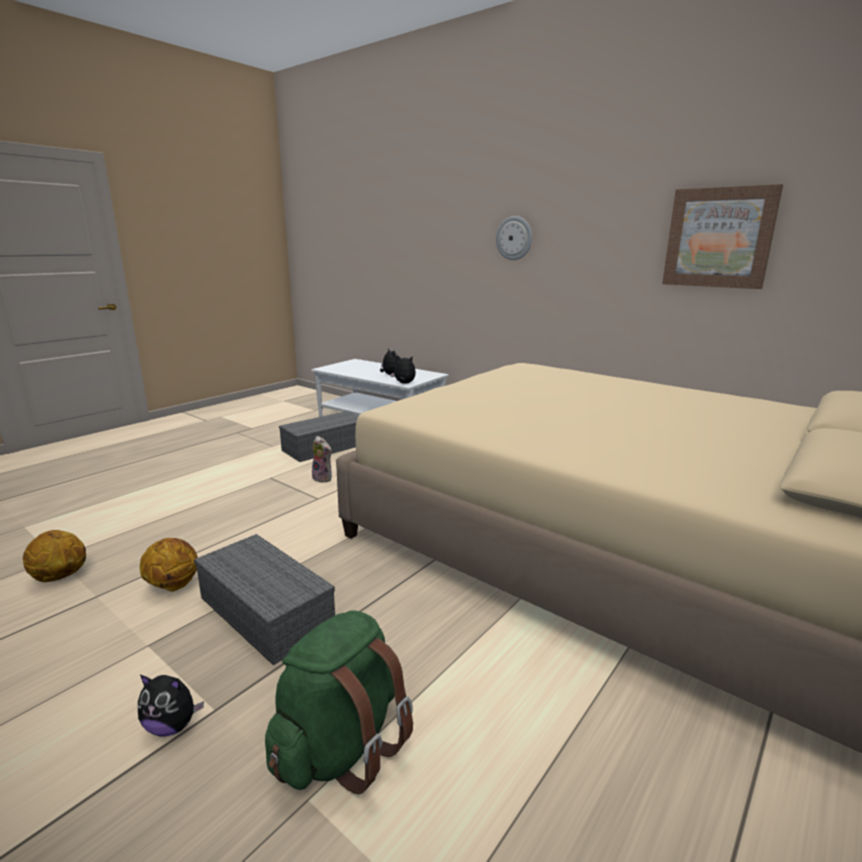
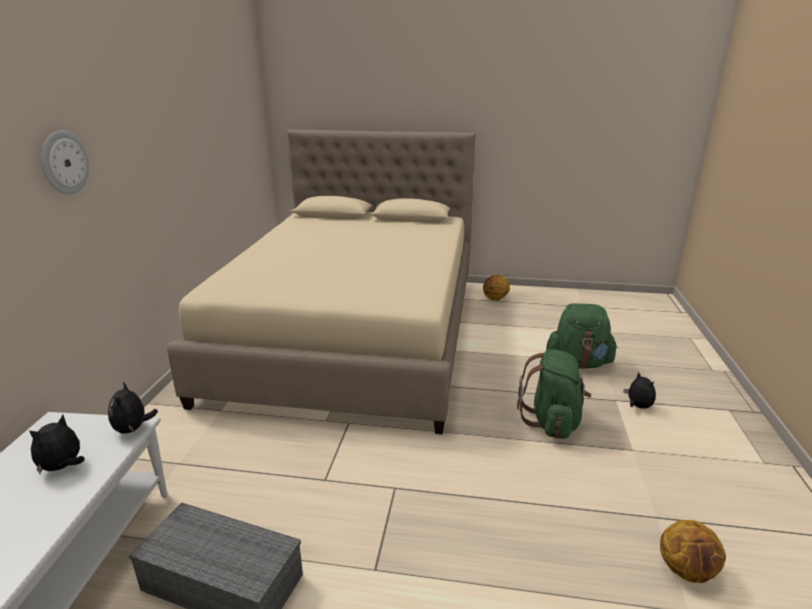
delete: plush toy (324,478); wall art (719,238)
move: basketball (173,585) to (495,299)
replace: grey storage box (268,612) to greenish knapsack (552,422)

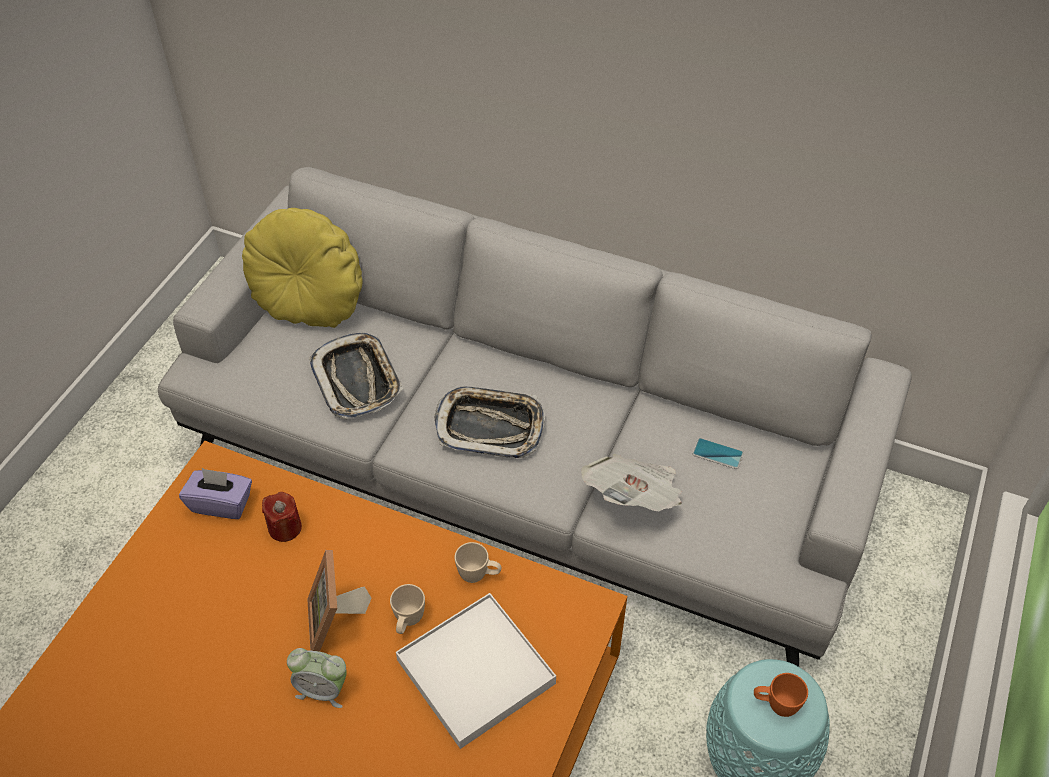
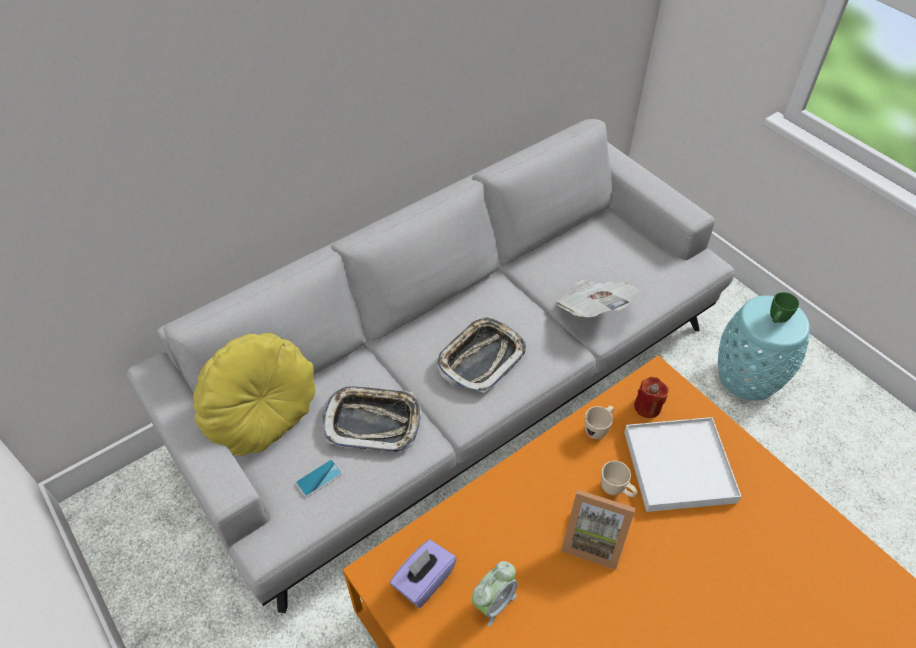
move: red-coloured wax candle (285,528) to (647,407); bedside clock (323,690) to (493,602); phone (717,454) to (319,478)
recolor: orangey tea mug (775,705) to greenish tea mug (776,320)

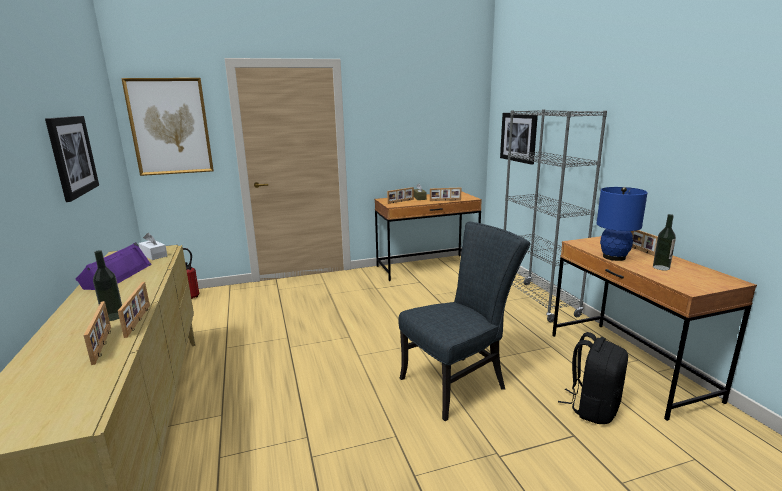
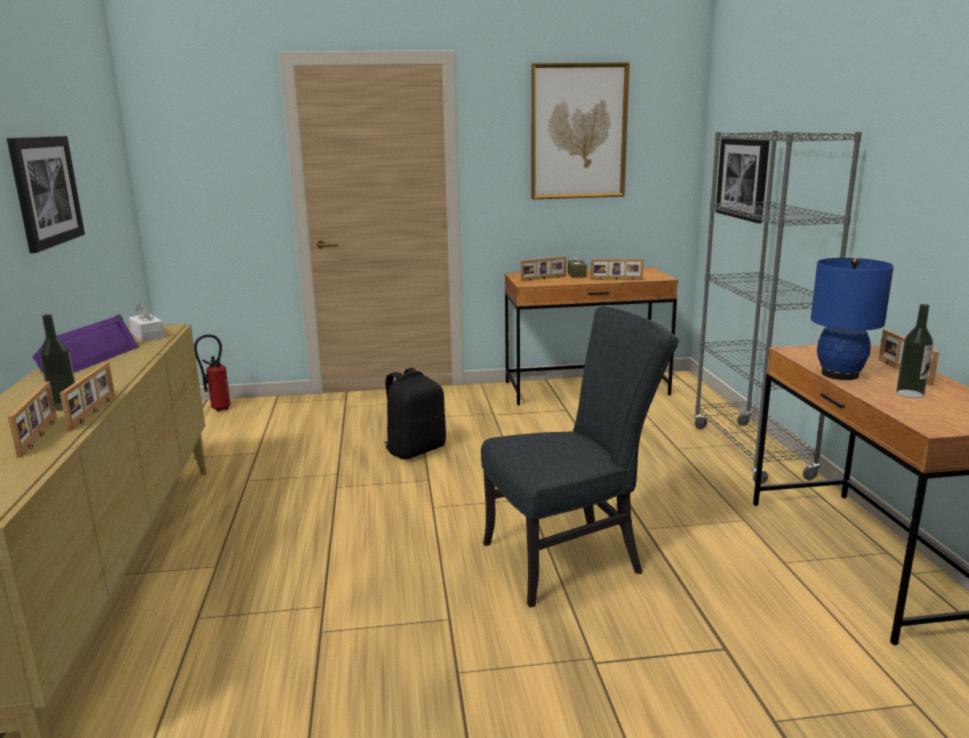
move: wall art (170,127) to (578,132); blackish knapsack (592,408) to (415,450)

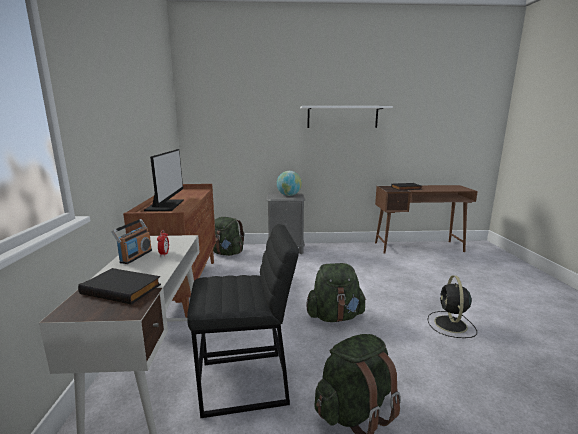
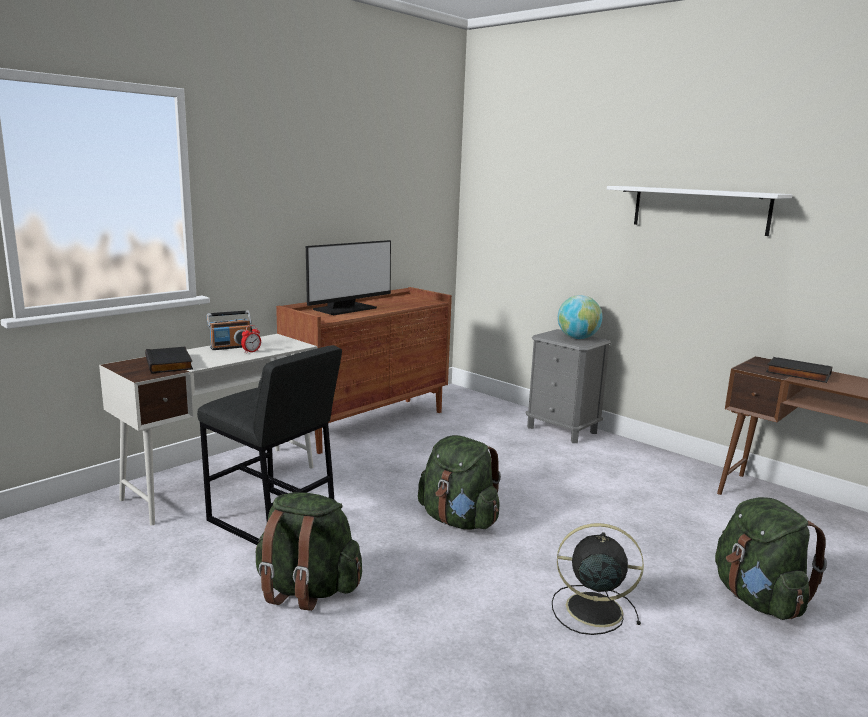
move: greenish knapsack (227,253) to (758,599)
rotate: blackish fan (451,325) = (591,609) 45 degrees clockwise

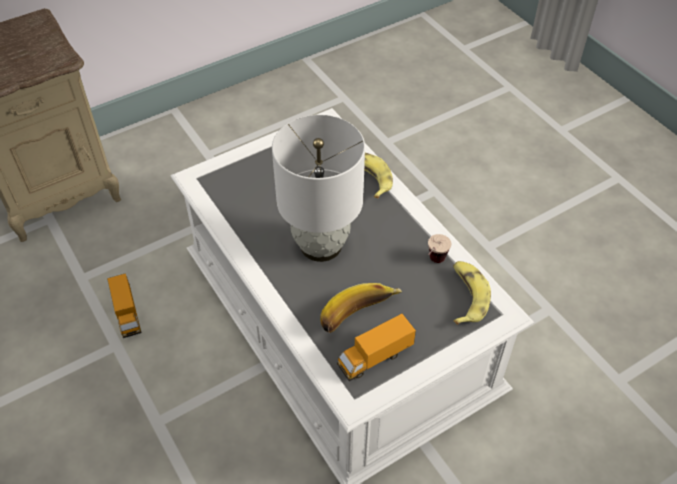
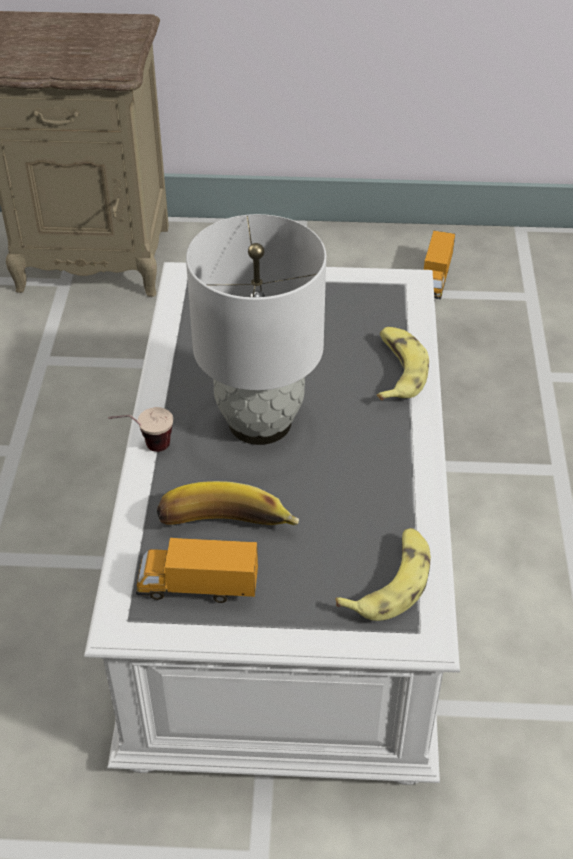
move: toy truck (127,314) to (435,279); drinking cup (433,264) to (144,448)

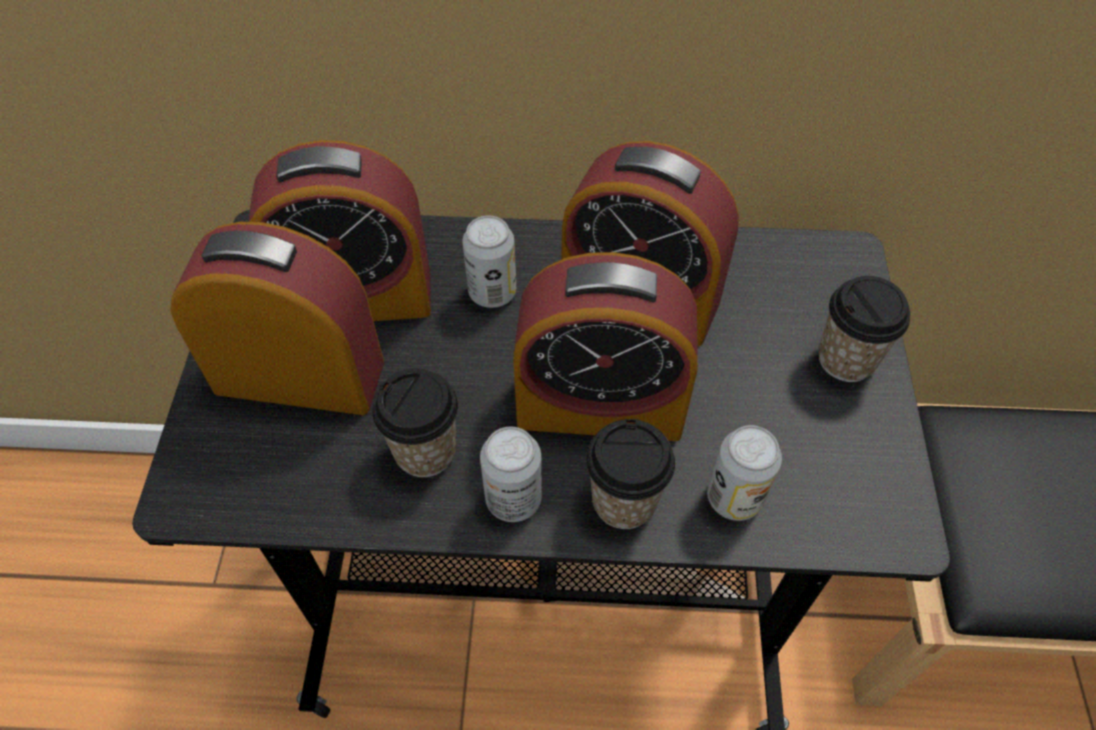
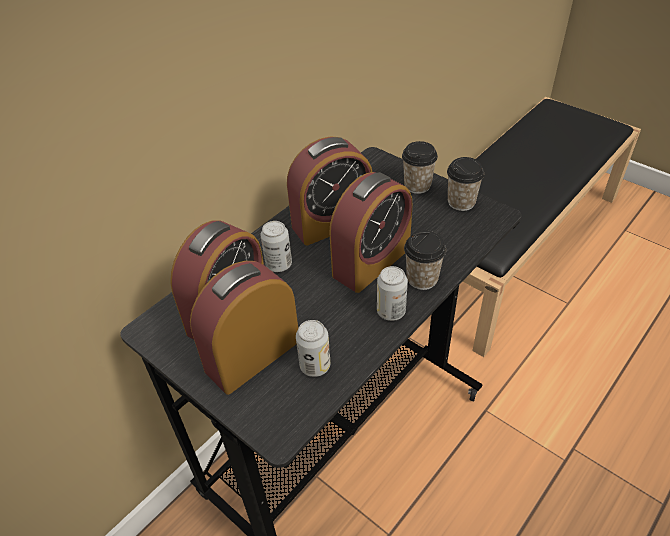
move: drinking cup (425,451) to (461,202); sealed can (734,498) to (315,366)

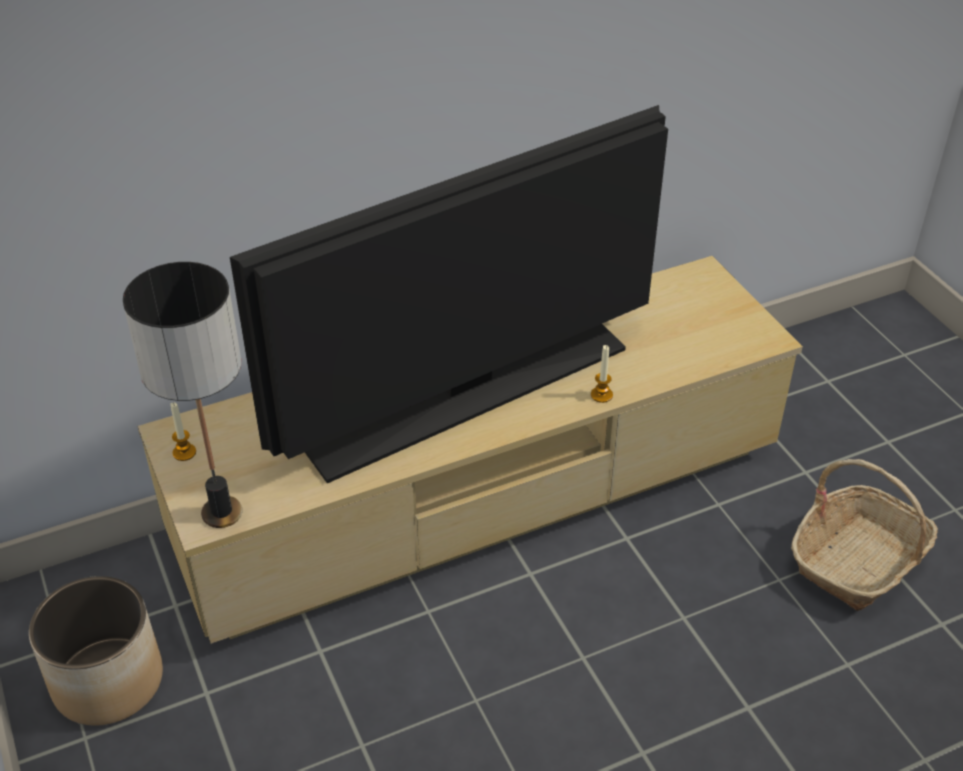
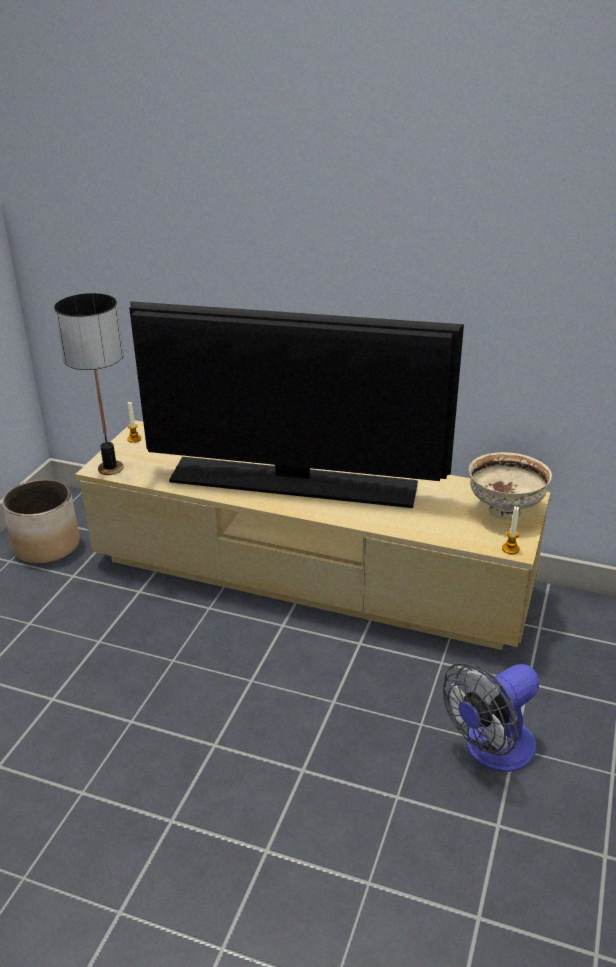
insert: beige-coloured serving bowl (504,510)
move: wax candle (601,395) to (510,549)
replace: household basket (858,560) to fan (491,751)

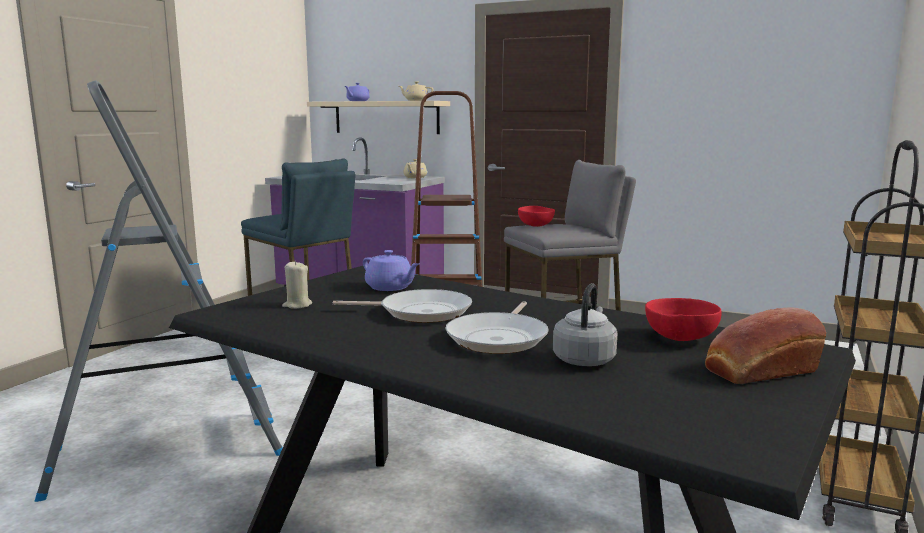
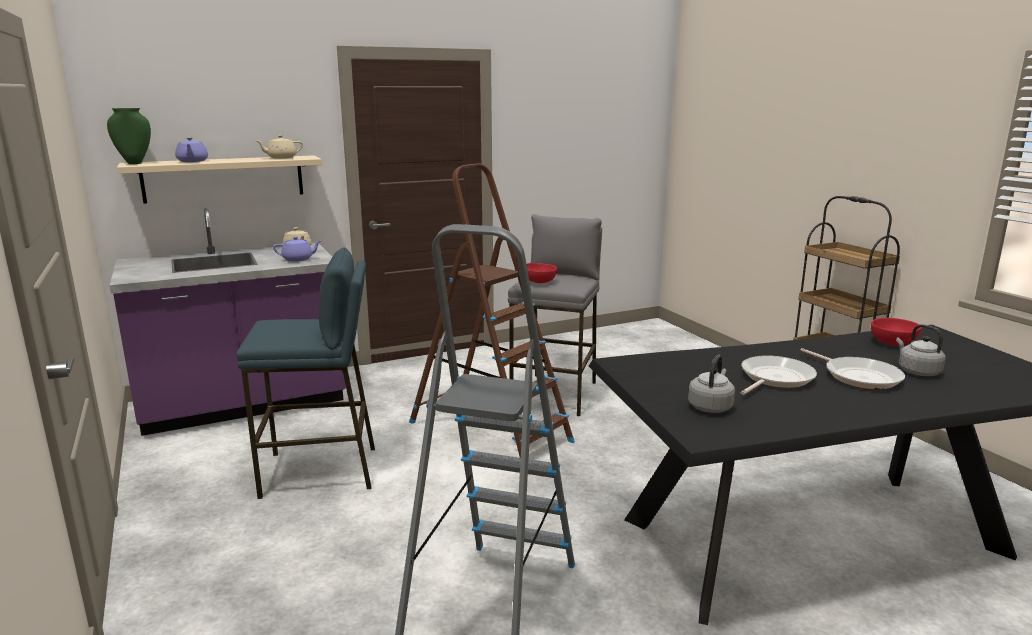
delete: bread (758,371)
insert: greenish decorative vase (135,163)
move: purple-coloured teapot (390,287) to (298,259)
replace: beige-coloured wax candle (297,305) to grey kettle (711,406)

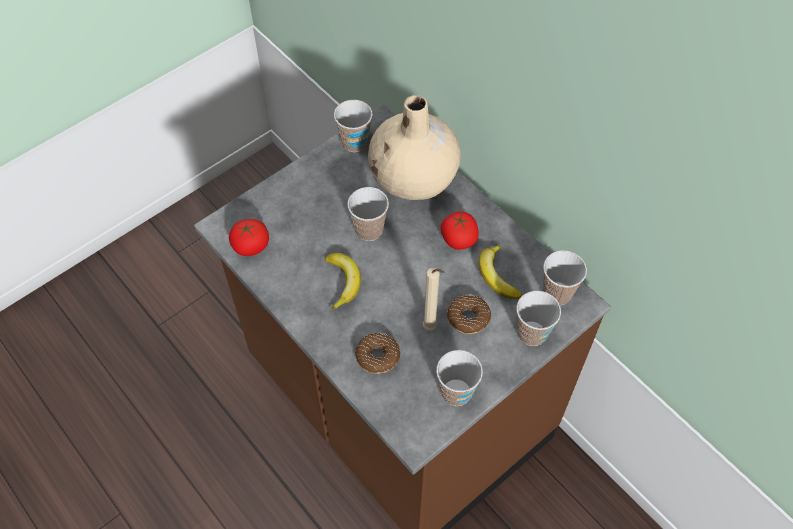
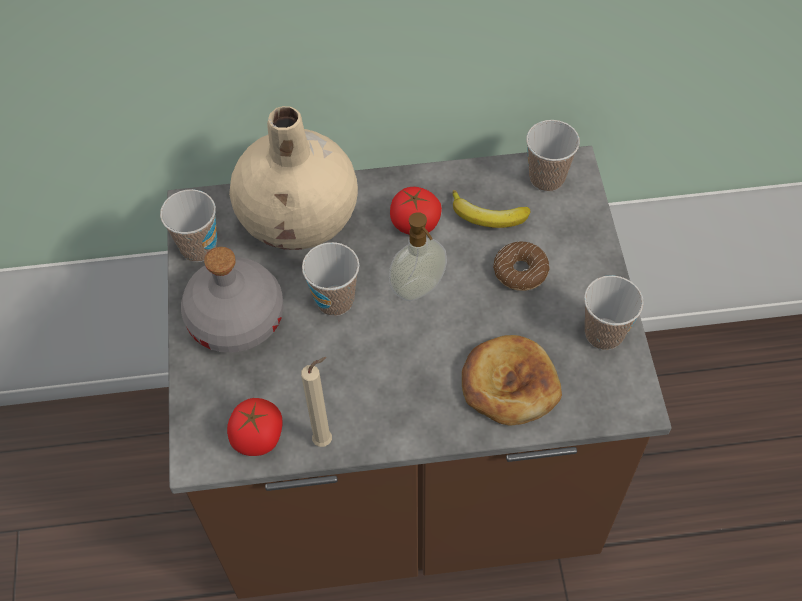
delete: banana (343,282); drinking cup (532,333)
insert: grey drink bottle (237,317); soap bottle (419,289)
move: beige-coloured wax candle (431,328) to (326,440)
replace: donut (378,356) to bread (509,384)

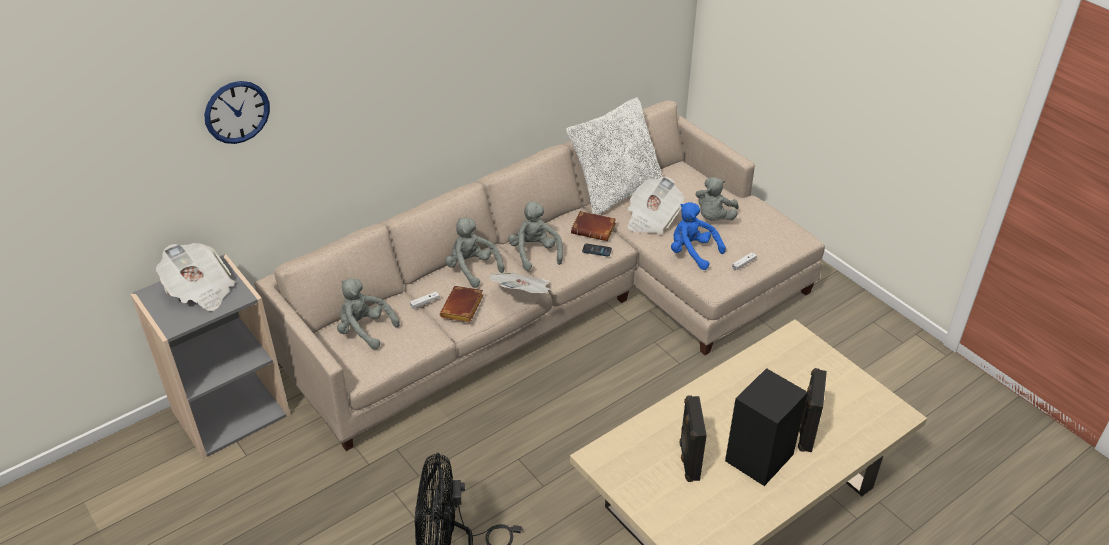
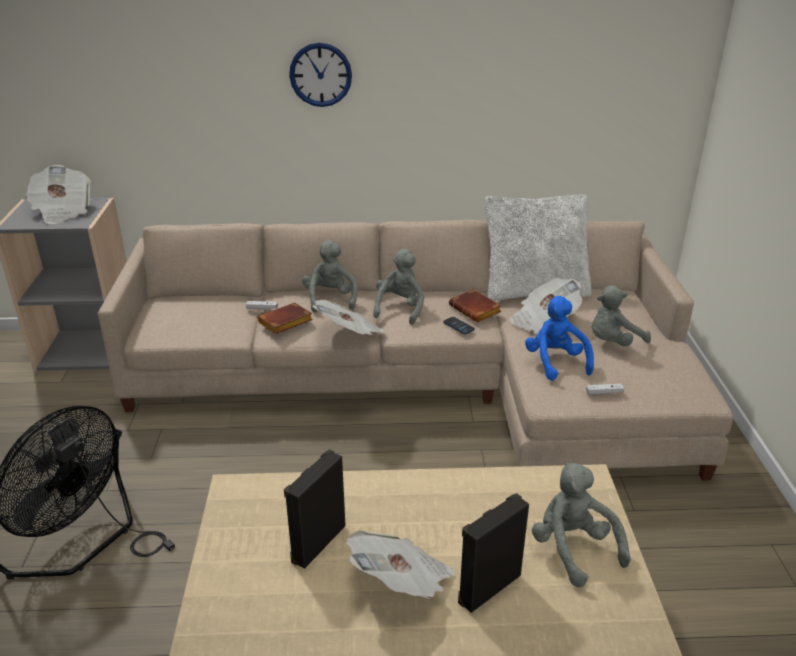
move: hanging clock (237,112) to (320,75); grey plush toy (364,330) to (573,549)
replace: blackish loudspeaker (760,456) to newspaper (402,582)

